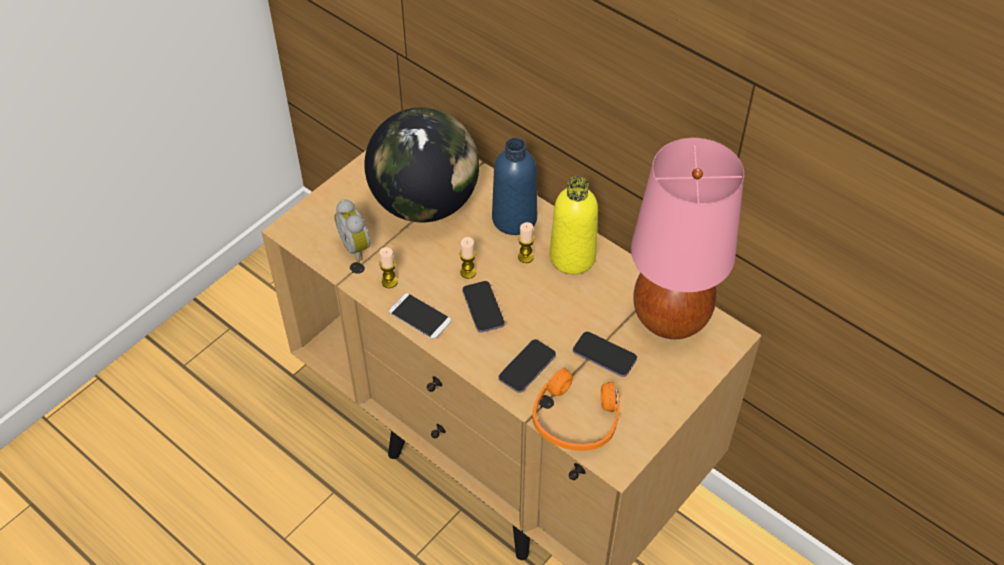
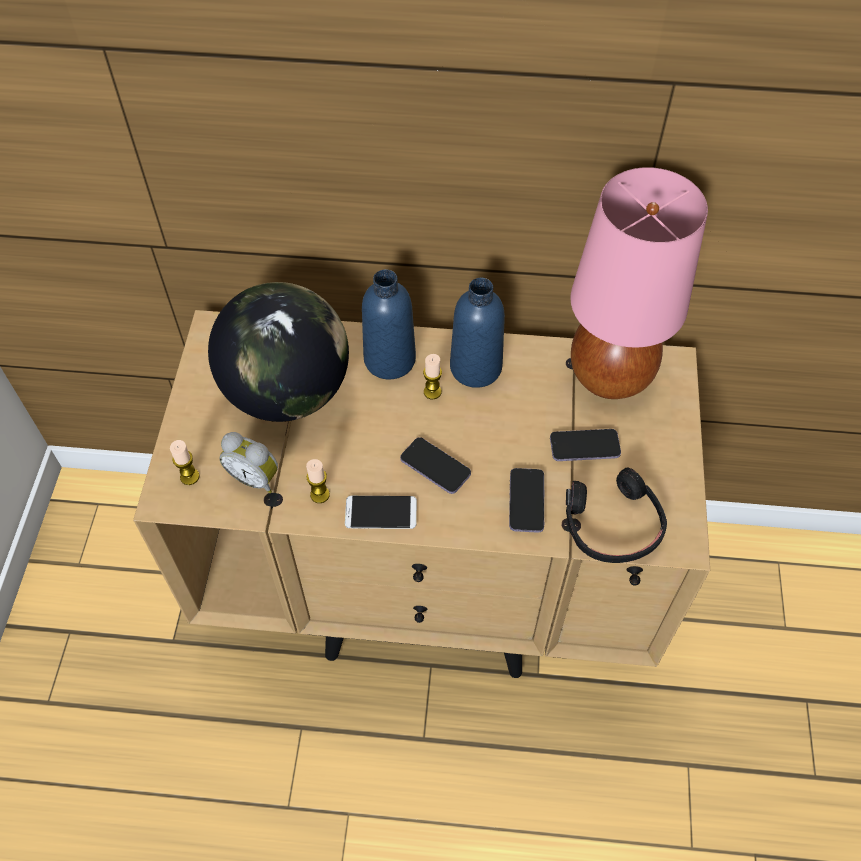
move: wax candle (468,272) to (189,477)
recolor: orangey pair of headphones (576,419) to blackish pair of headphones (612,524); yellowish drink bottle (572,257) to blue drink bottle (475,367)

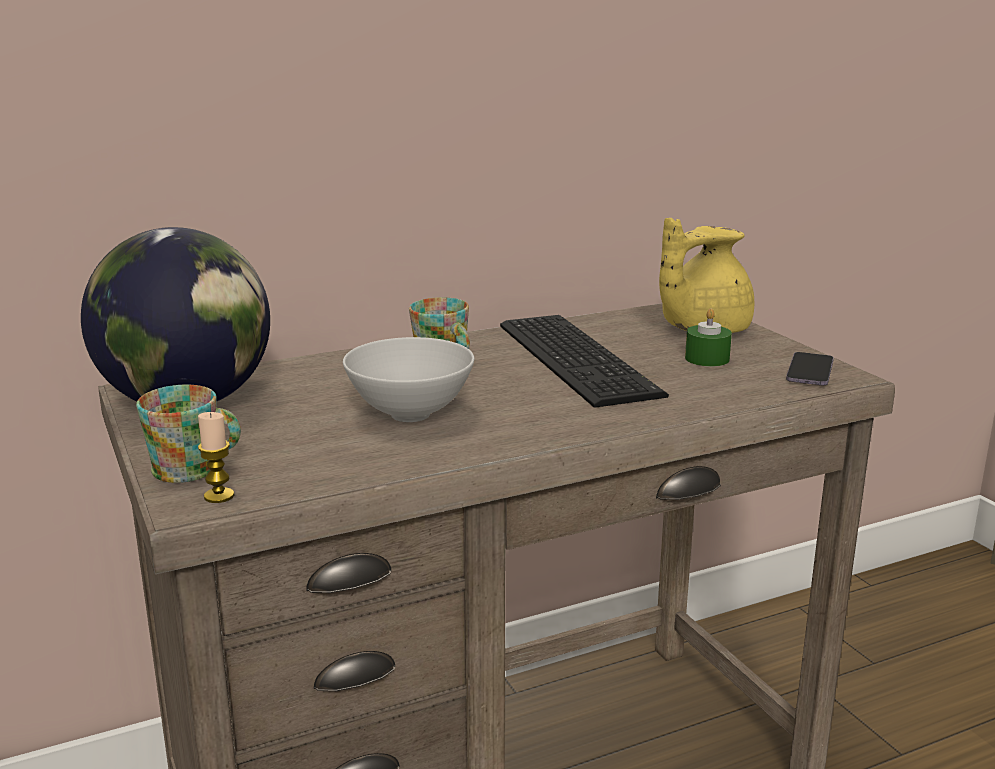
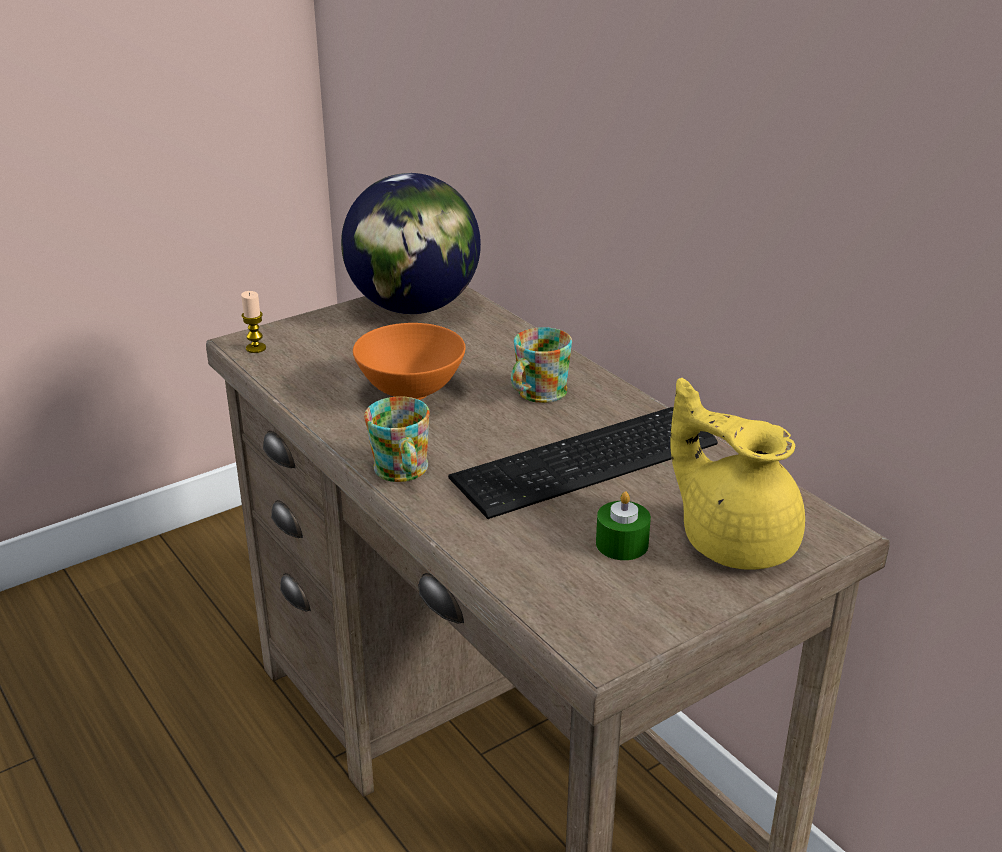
delete: phone (809,372)
move: tea mug (195,469) to (401,472)
recolor: white-coloured serving bowl (411,415) to orangey serving bowl (410,393)

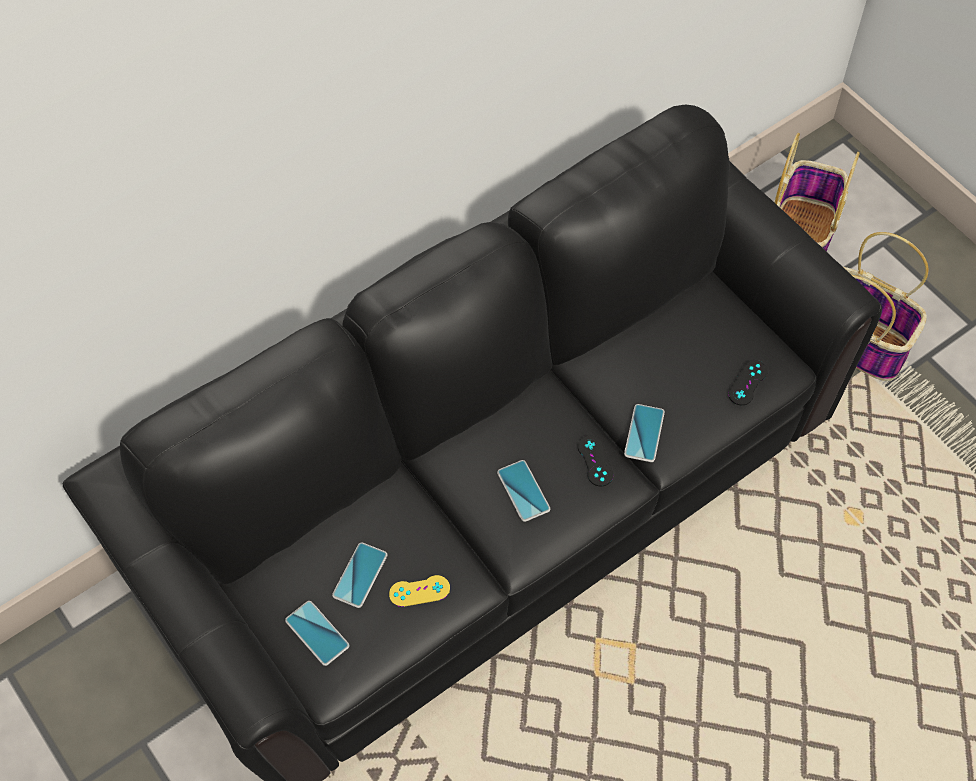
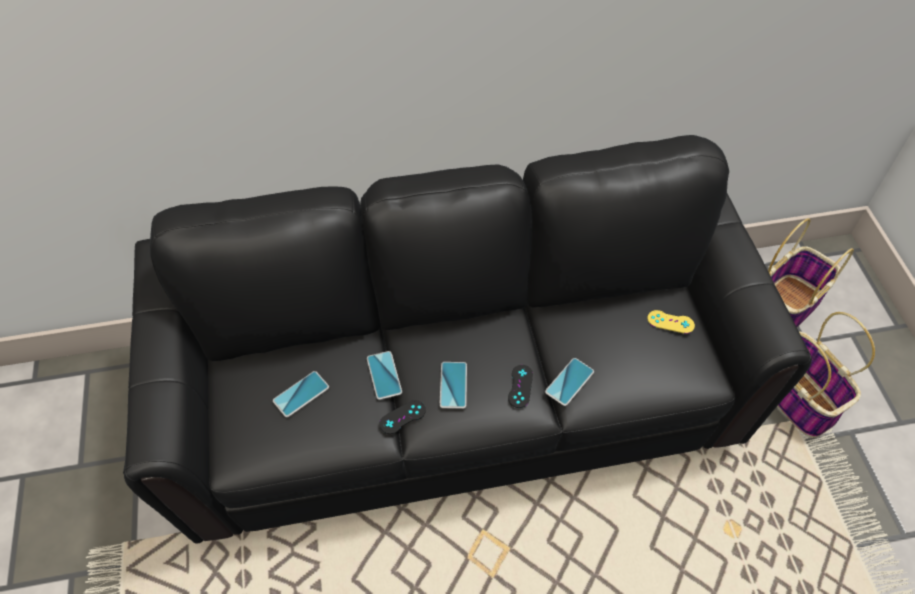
move: phone (317,633) to (384,375); yellowish game controller (419,591) to (670,322); blackish game controller (747,382) to (402,417)

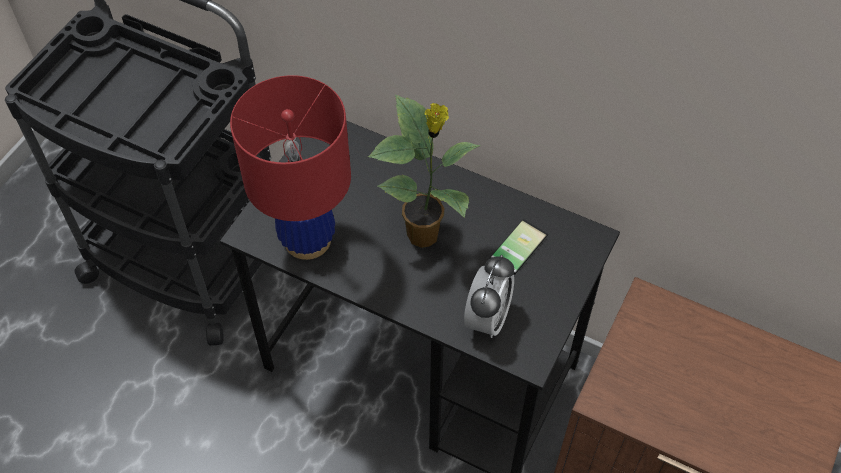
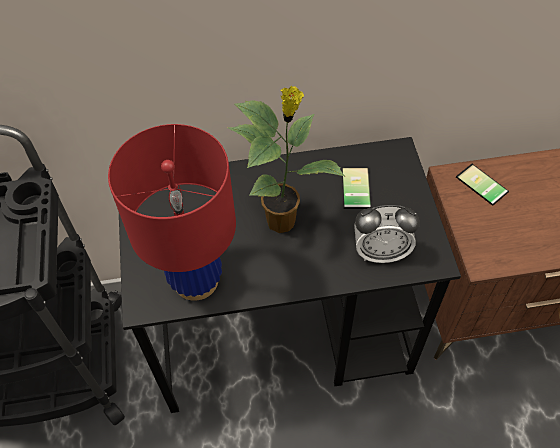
insert: phone (480,186)
rotate: bedside clock (487,318) = (380,252) 105 degrees clockwise

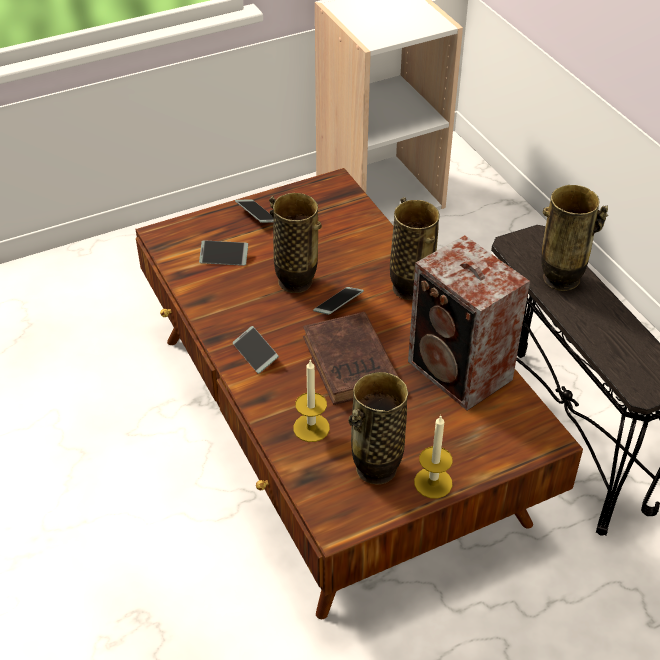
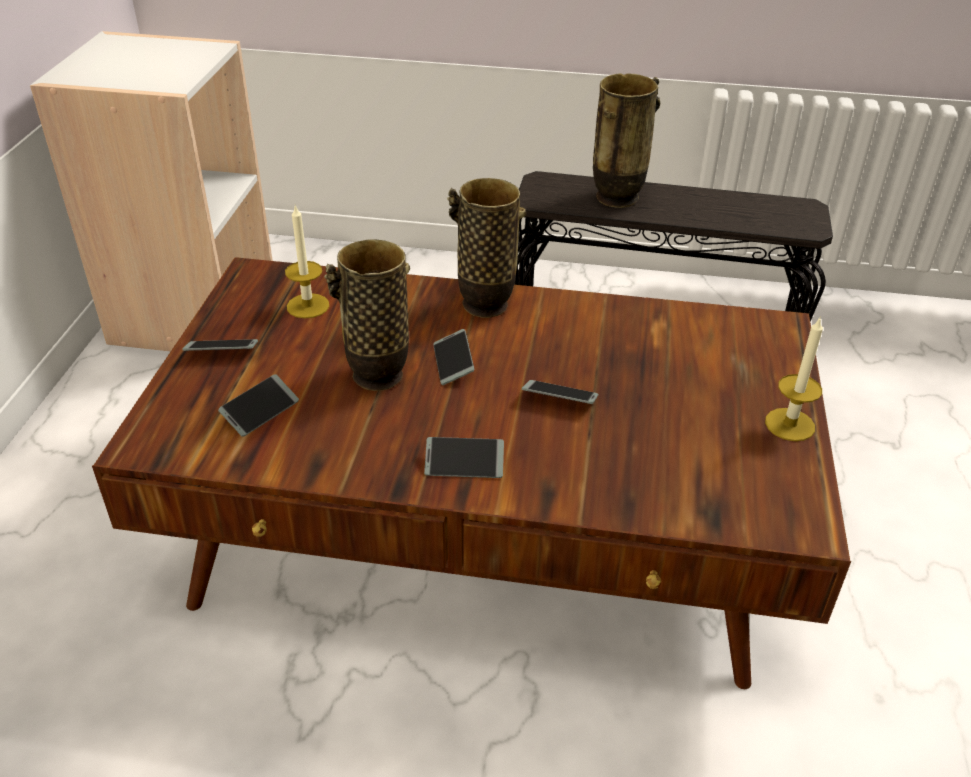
delete: decorative vase (375,469); loudspeaker (461,373)
move: wax candle (311,428) to (308,306)
replace: brown bound book (351,364) to phone (559,398)

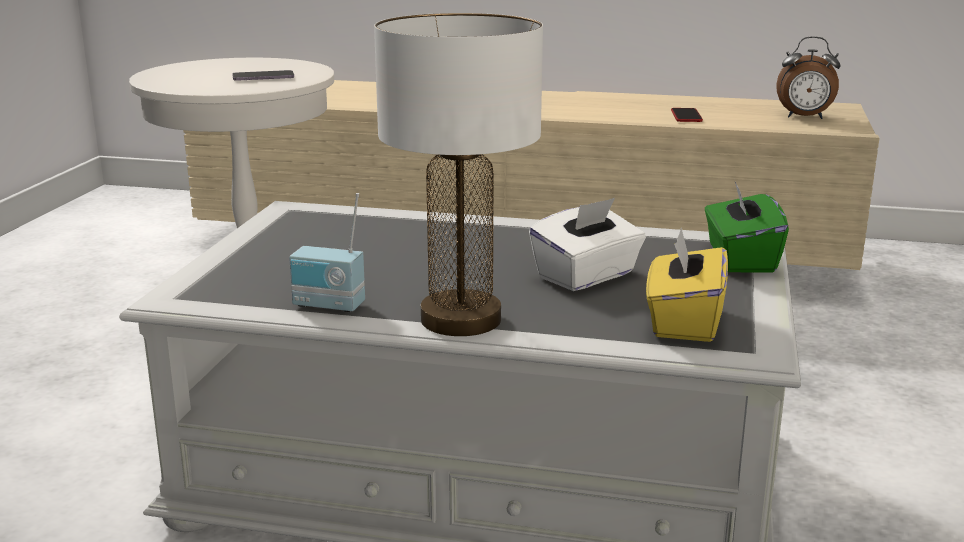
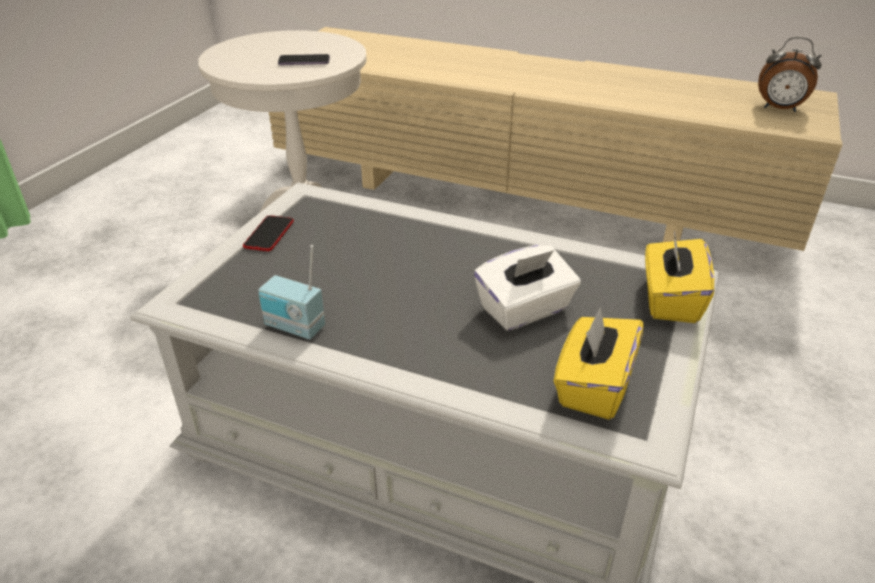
delete: table lamp (459,319)
move: phone (686,116) to (269,234)
recolor: greenish tissue box (740,259) to yellowish tissue box (669,300)

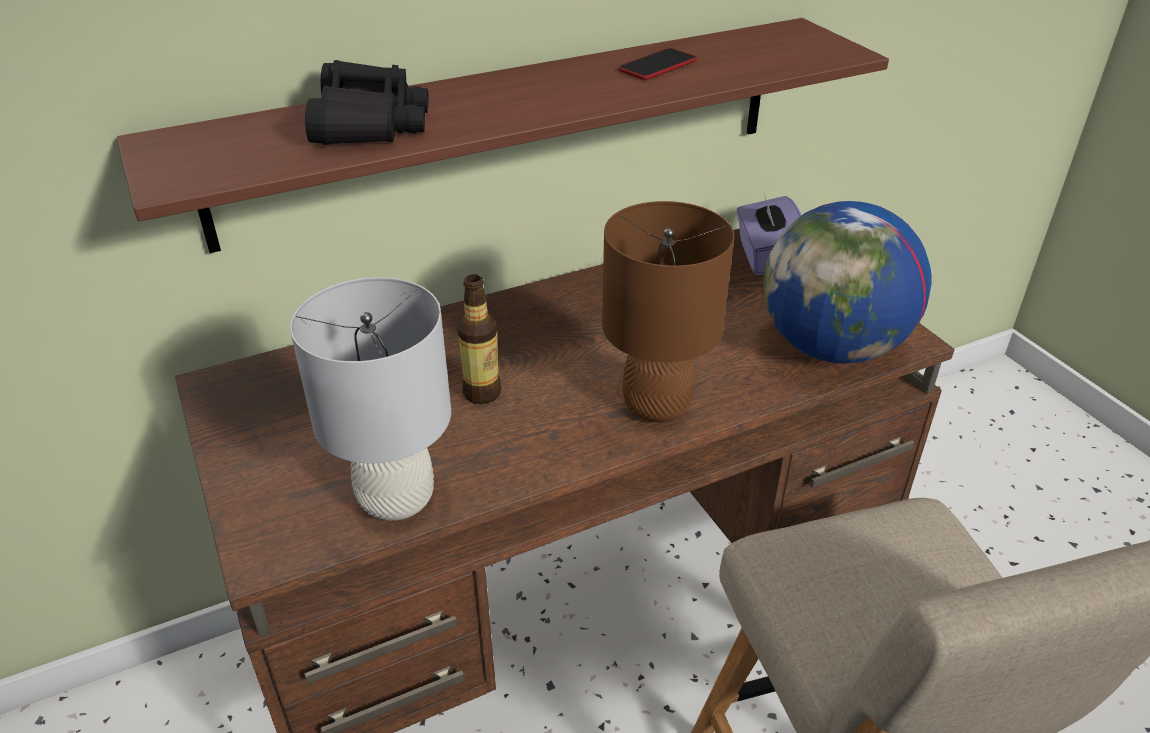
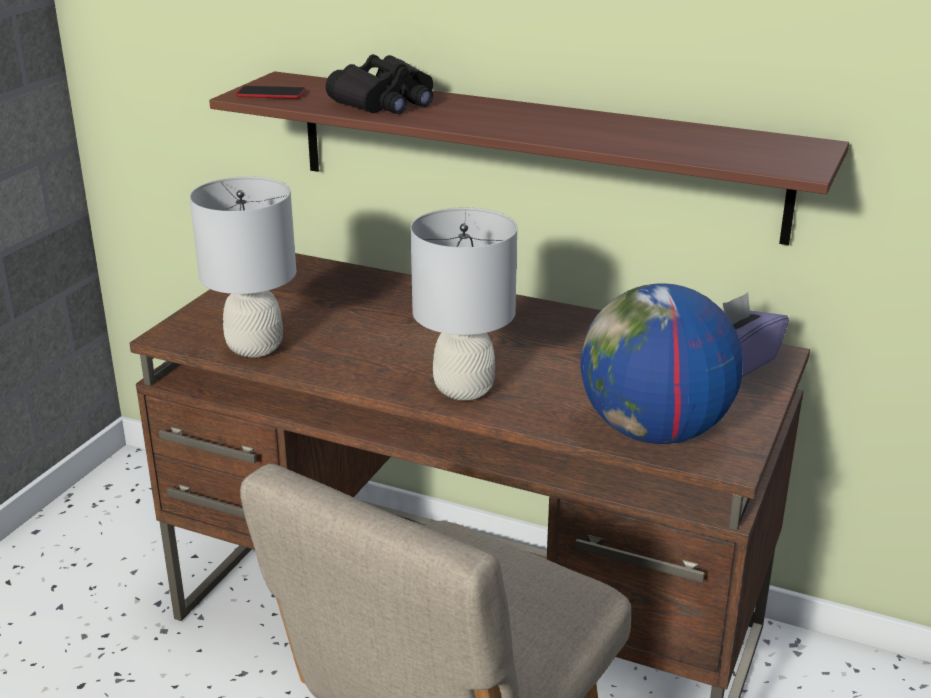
delete: drink bottle (482,393)
move: phone (657,66) to (271,94)
recolor: brown table lamp (659,408) to grey table lamp (465,393)

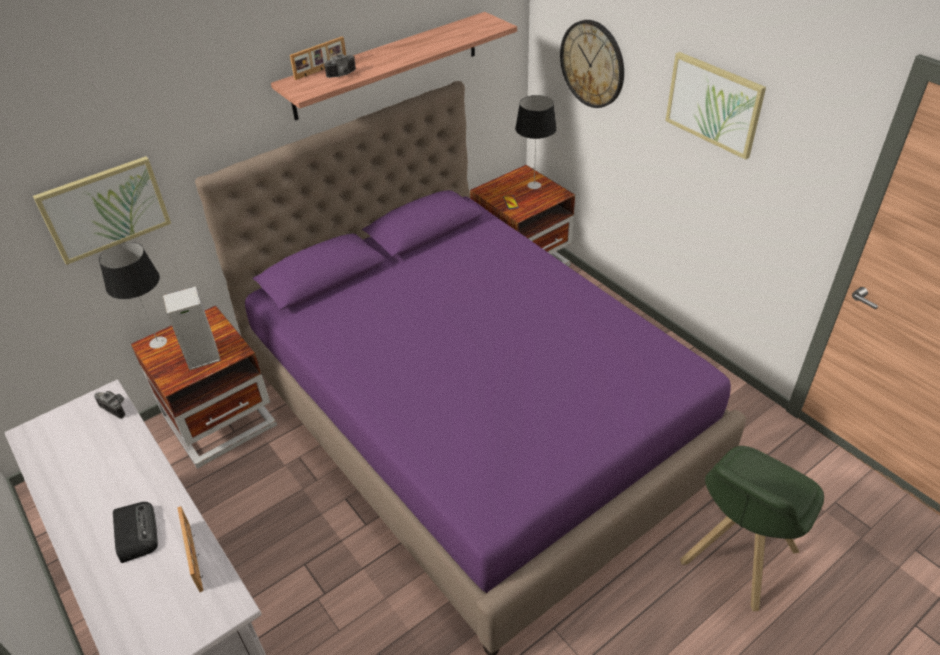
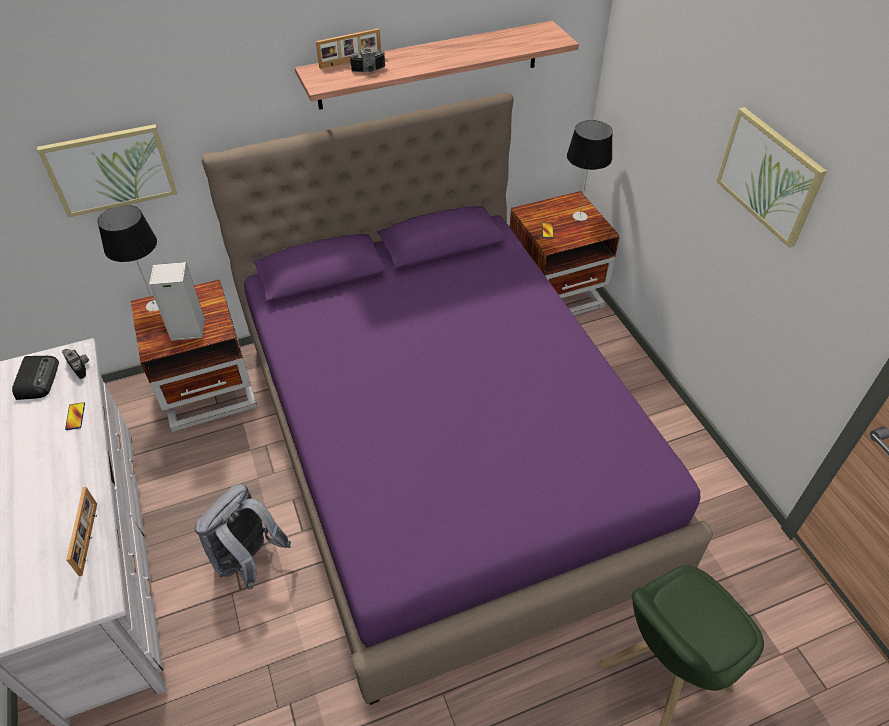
delete: hanging clock (592,64)
insert: phone (75,416); grey knapsack (248,561)
move: radio set (136,532) to (37,379)

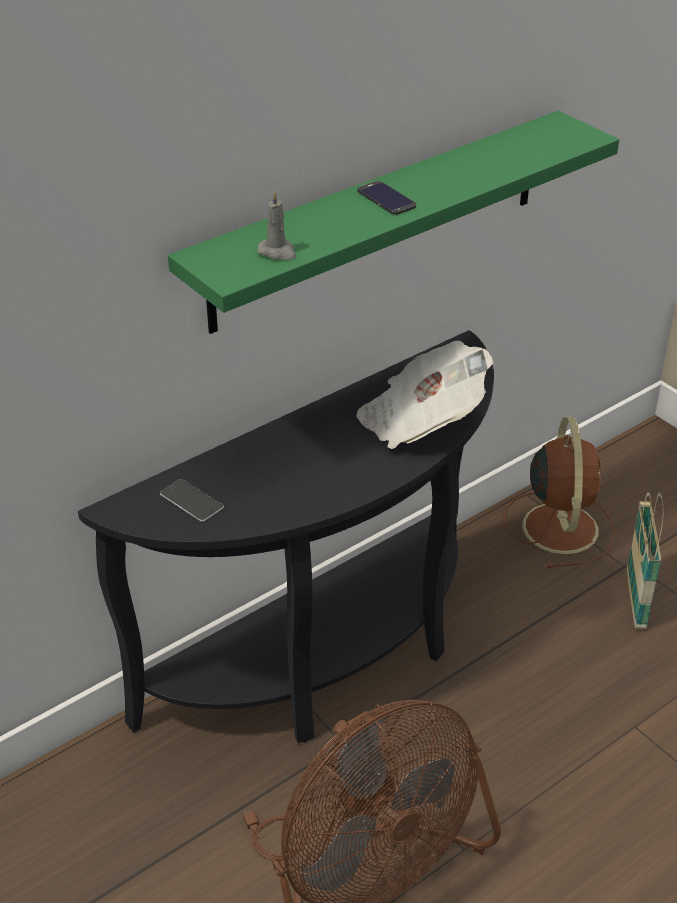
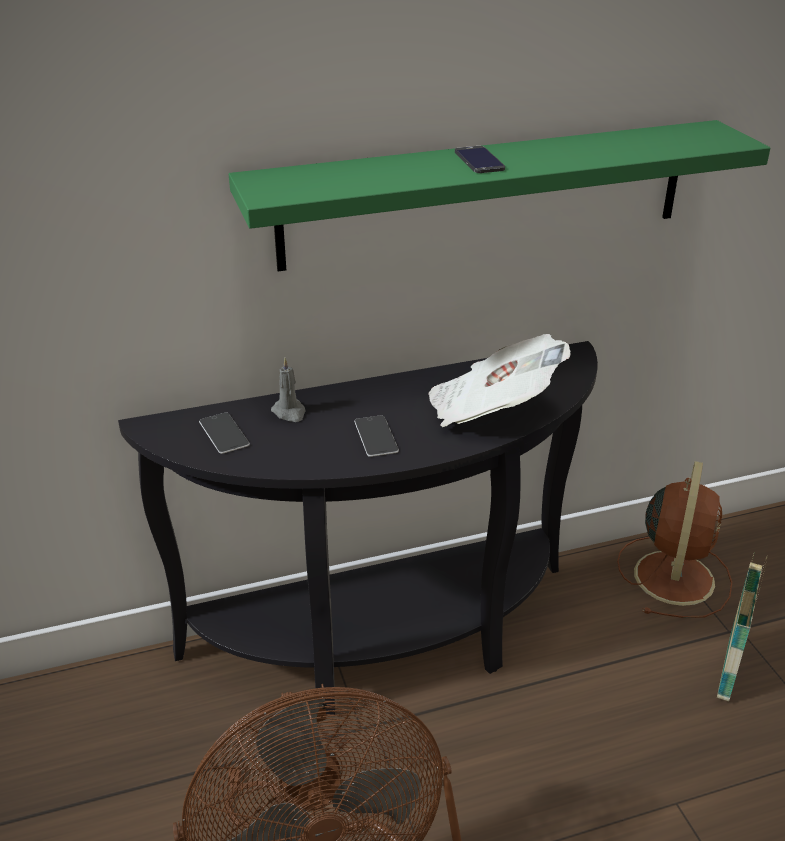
insert: phone (376,436)
move: grey wax candle (278,252) to (289,412)

